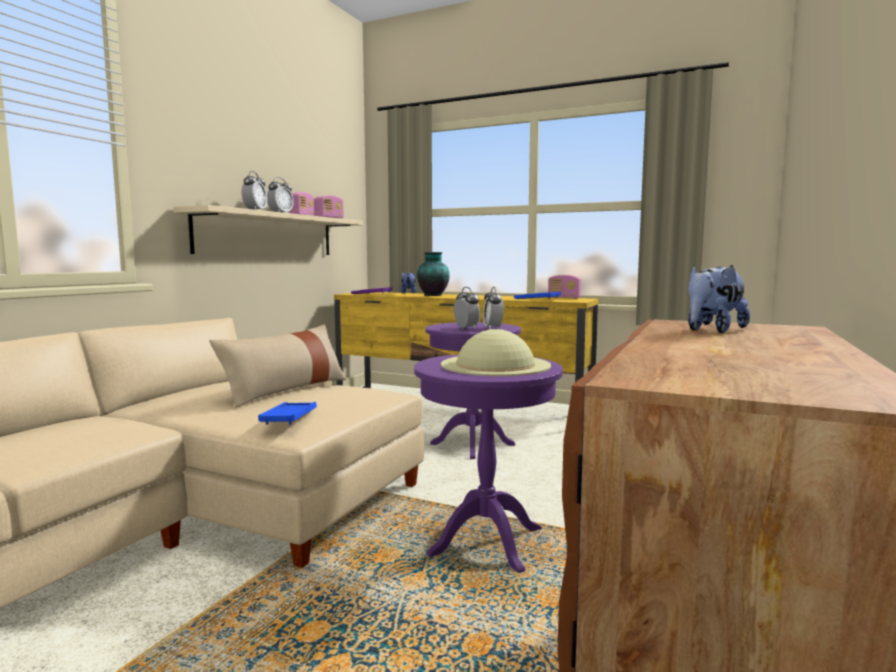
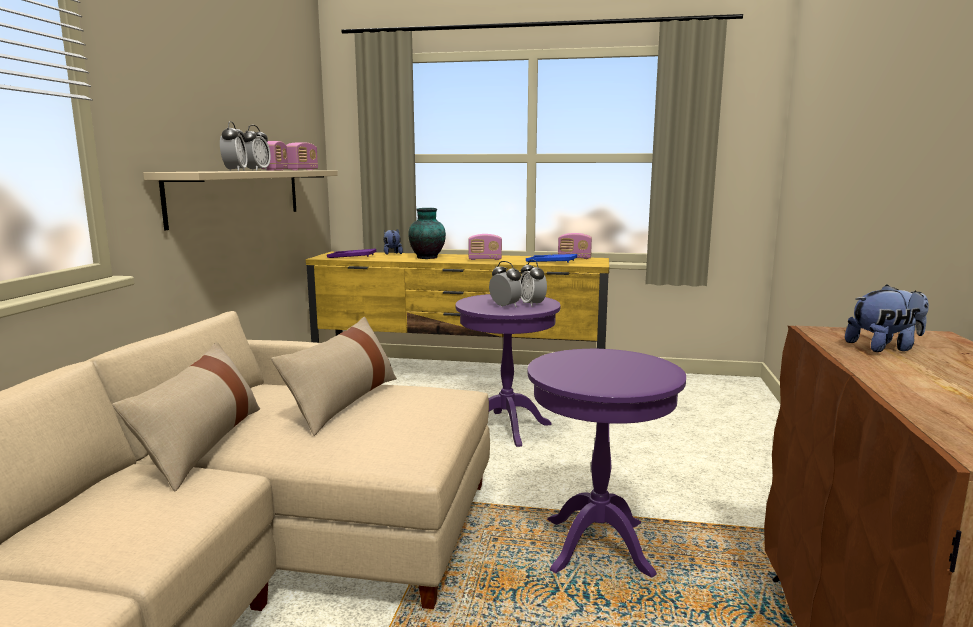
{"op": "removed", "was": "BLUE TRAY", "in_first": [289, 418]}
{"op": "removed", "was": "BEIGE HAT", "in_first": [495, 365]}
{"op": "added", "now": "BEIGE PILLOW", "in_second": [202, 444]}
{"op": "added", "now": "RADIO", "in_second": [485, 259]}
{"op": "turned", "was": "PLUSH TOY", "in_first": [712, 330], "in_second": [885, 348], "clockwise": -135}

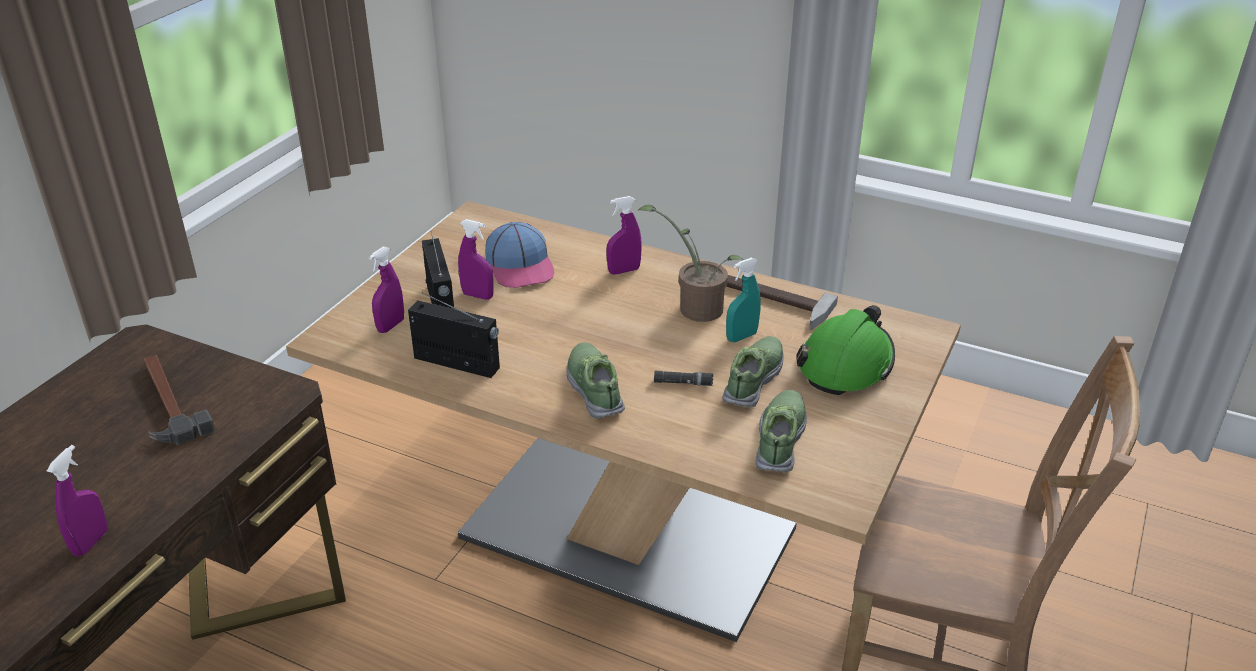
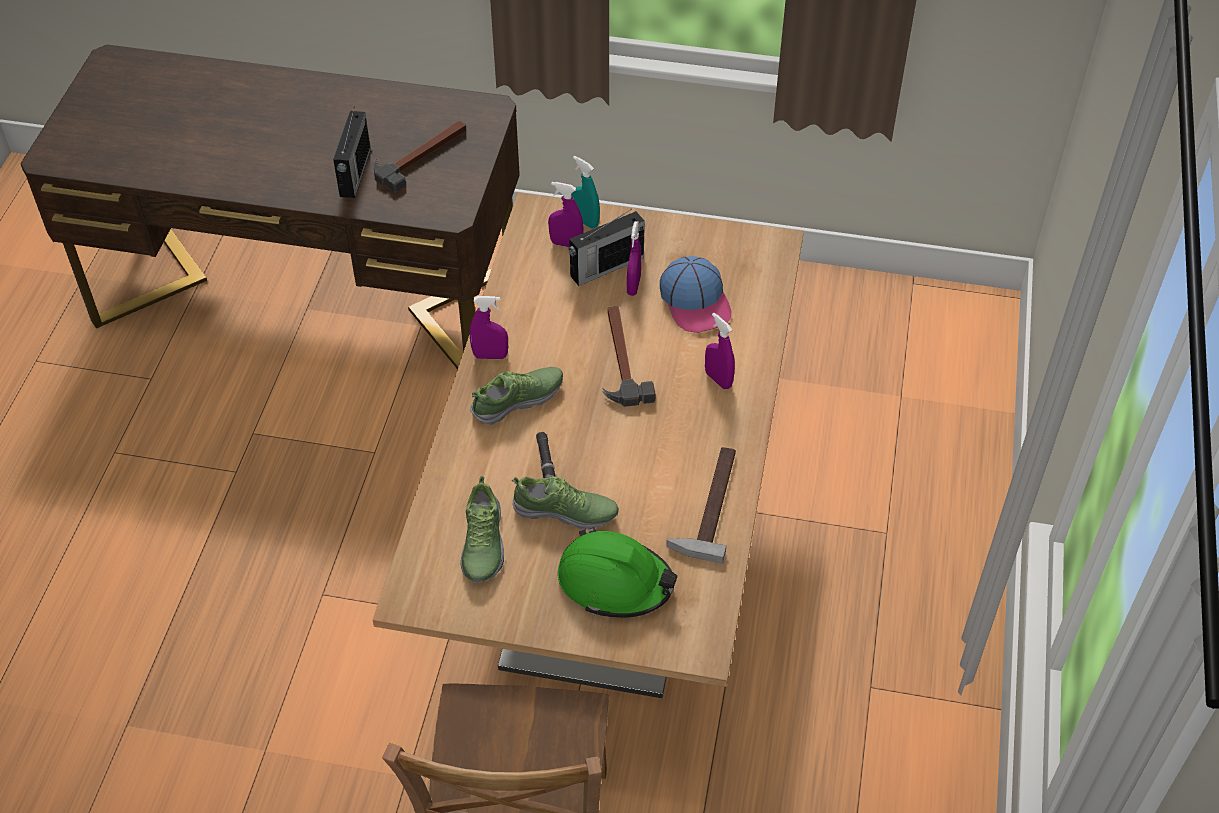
{"op": "removed", "was": "POTTED PLANT", "in_first": [695, 307]}
{"op": "added", "now": "HAMMER", "in_second": [621, 359]}
{"op": "moved", "was": "PURPLE SPRAY BOTTLE", "in_first": [91, 542], "in_second": [490, 356]}
{"op": "moved", "was": "RADIO", "in_first": [458, 363], "in_second": [354, 173]}
{"op": "moved", "was": "TURQUOISE SPRAY BOTTLE", "in_first": [741, 337], "in_second": [585, 221]}
{"op": "turned", "was": "CAP", "in_first": [520, 266], "in_second": [696, 301], "clockwise": -75}
{"op": "turned", "was": "SHOE", "in_first": [780, 440], "in_second": [482, 544], "clockwise": 90}

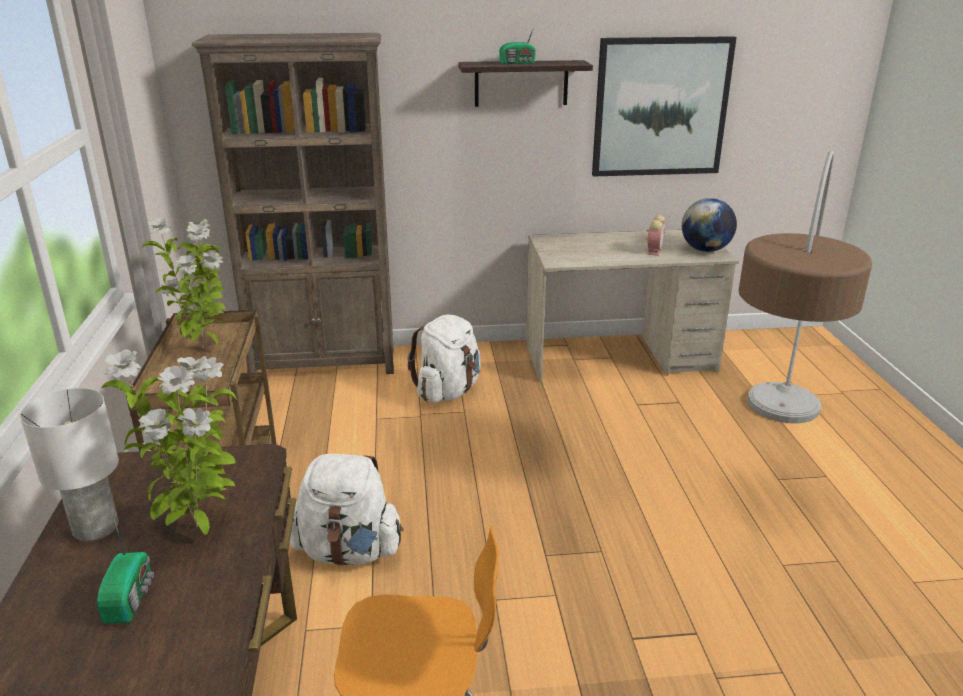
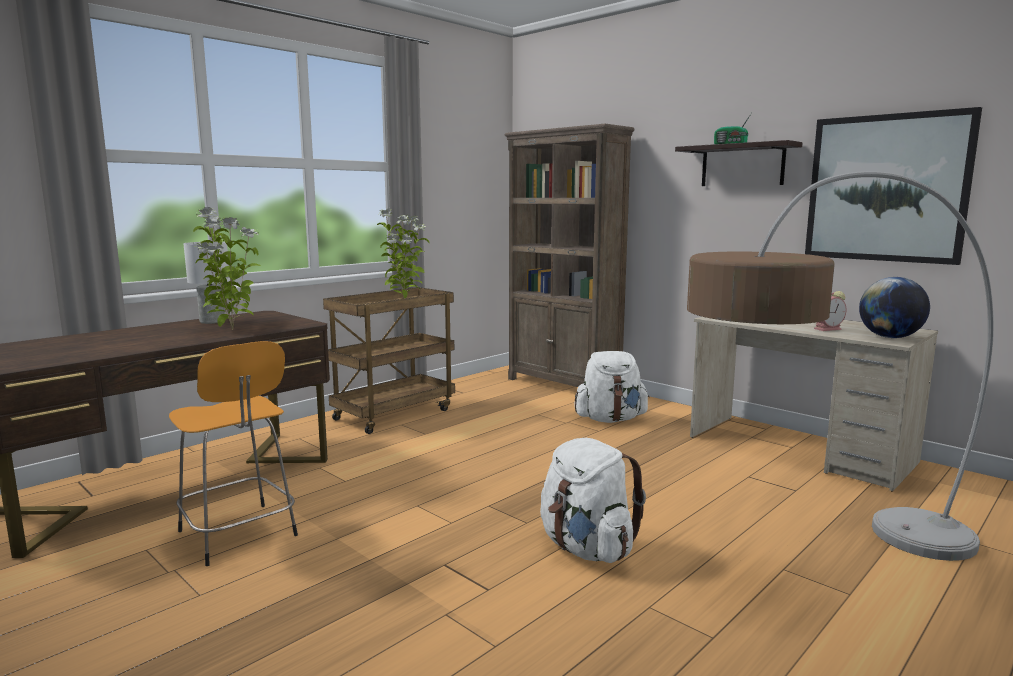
{"op": "removed", "was": "RADIO", "in_first": [131, 596]}
{"op": "moved", "was": "WHITE BACKPACK", "in_first": [348, 551], "in_second": [587, 548]}

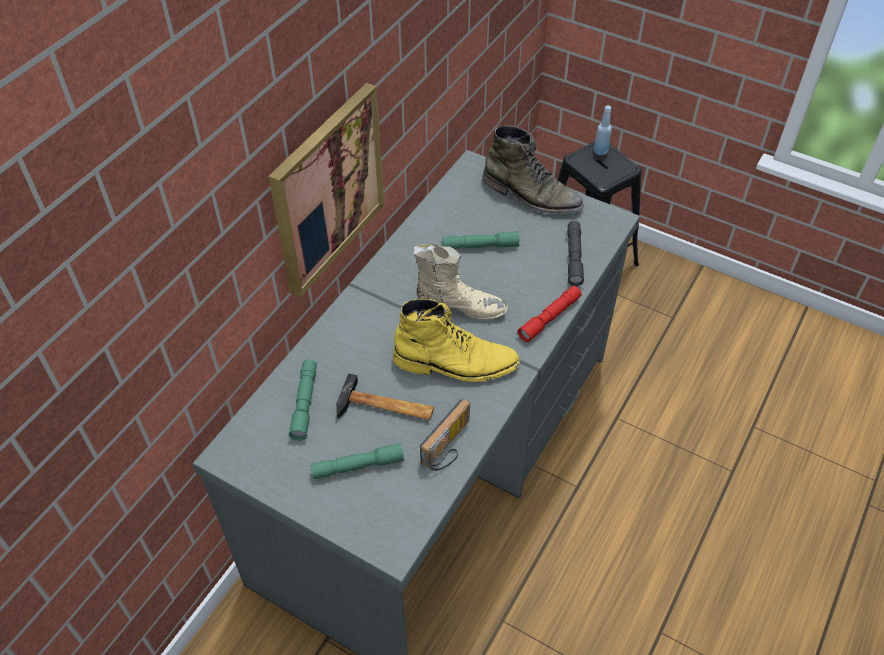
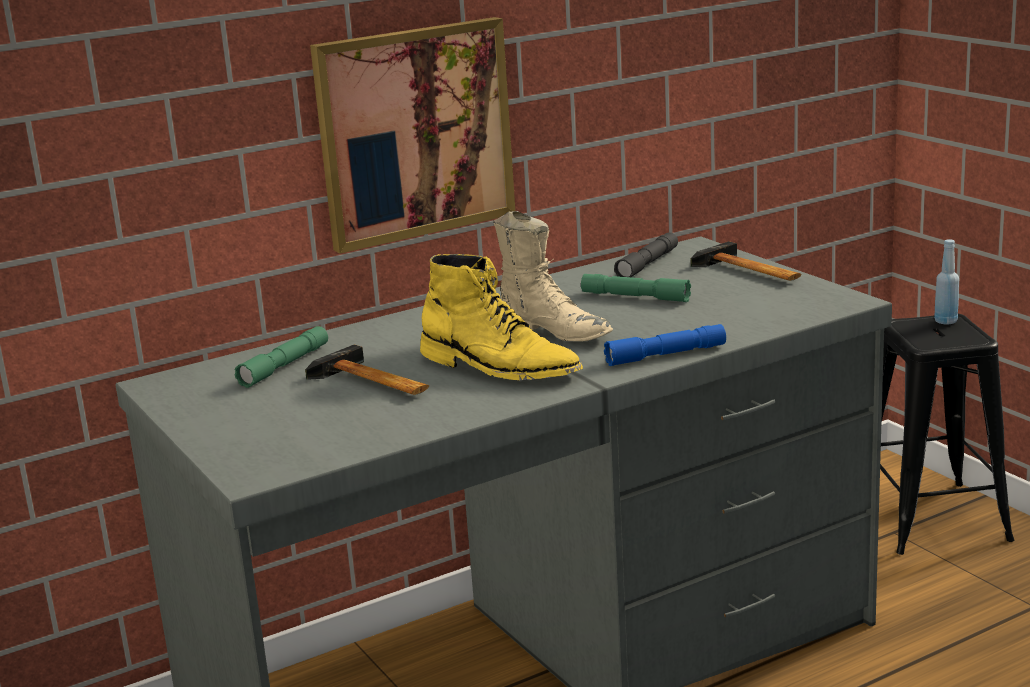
{"op": "removed", "was": "GREEN FLASHLIGHT", "in_first": [358, 466]}
{"op": "removed", "was": "RADIO", "in_first": [449, 446]}
{"op": "moved", "was": "GREY FLASHLIGHT", "in_first": [574, 257], "in_second": [647, 264]}
{"op": "replaced", "was": "GREEN BOOT", "now": "HAMMER", "in_first": [531, 195], "in_second": [749, 272]}
{"op": "recoloured", "was": "RED FLASHLIGHT", "now": "BLUE FLASHLIGHT", "in_first": [549, 318], "in_second": [666, 355]}

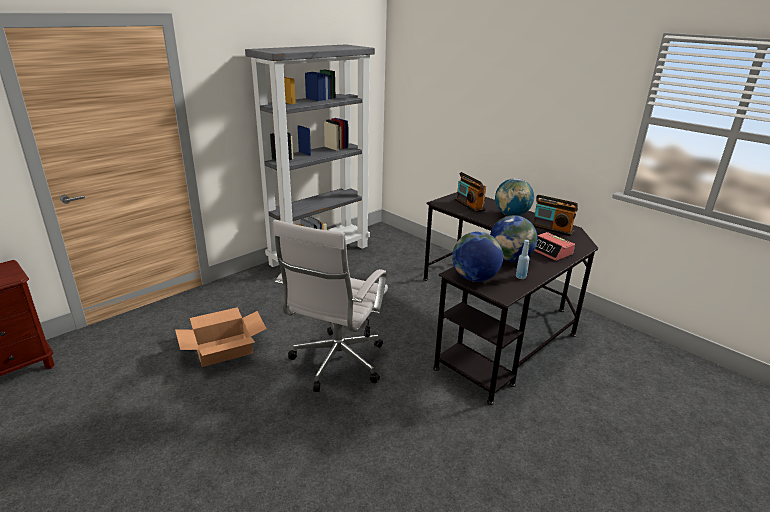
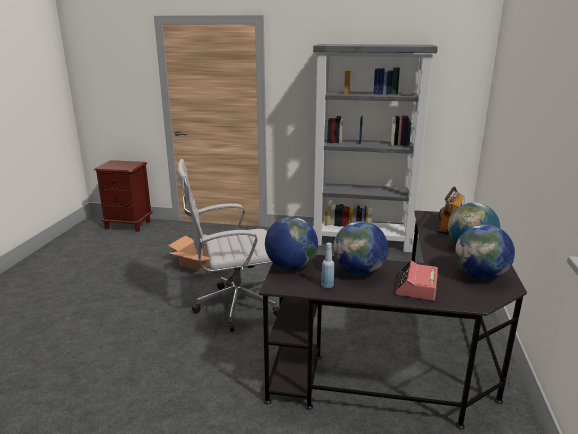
{"op": "replaced", "was": "RADIO", "now": "GLOBE", "in_first": [551, 229], "in_second": [480, 276]}

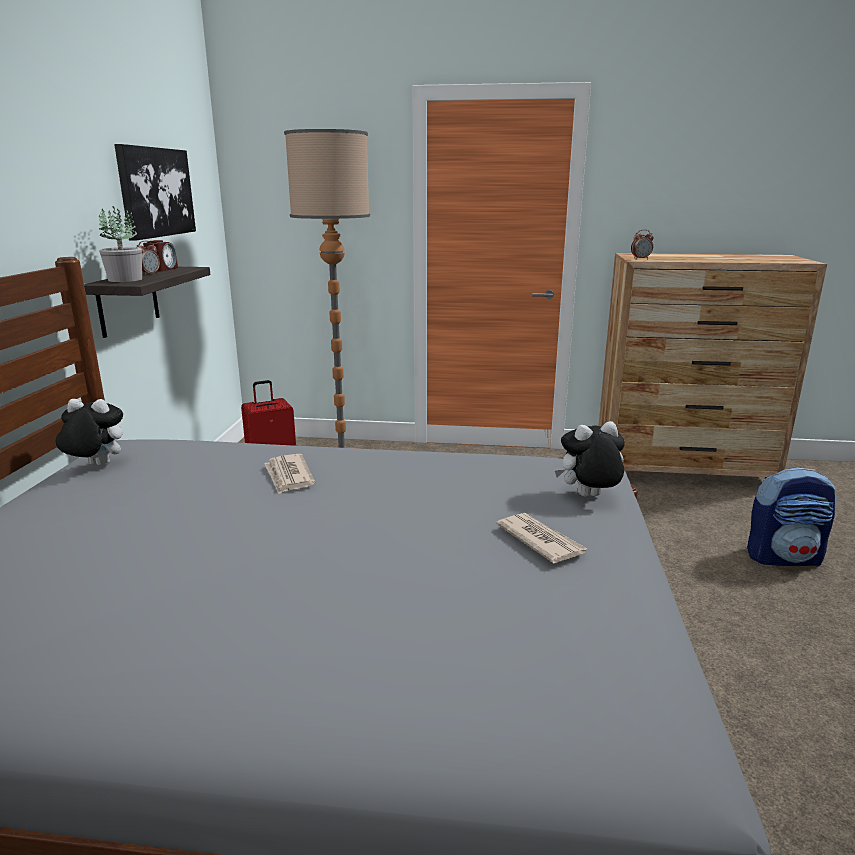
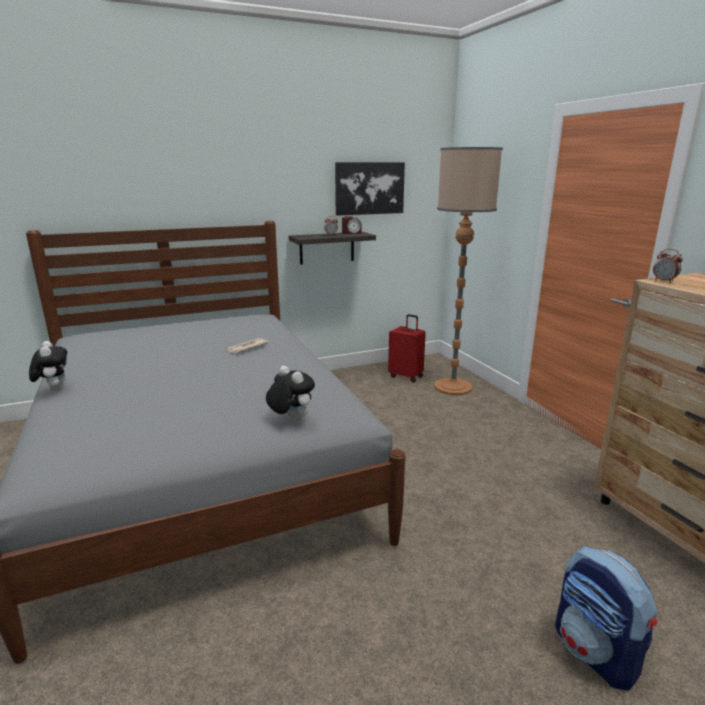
{"op": "removed", "was": "POTTED PLANT", "in_first": [124, 279]}
{"op": "removed", "was": "NEWSPAPER", "in_first": [540, 540]}
{"op": "moved", "was": "PLUSH TOY", "in_first": [96, 466], "in_second": [54, 389]}

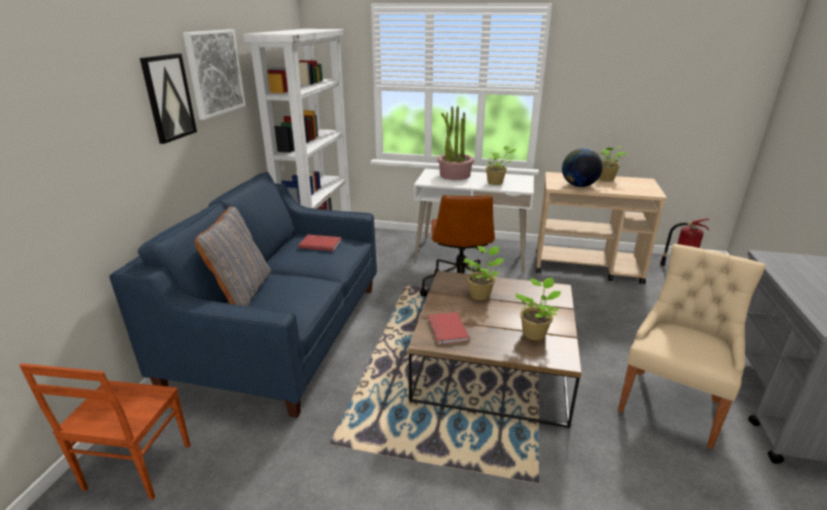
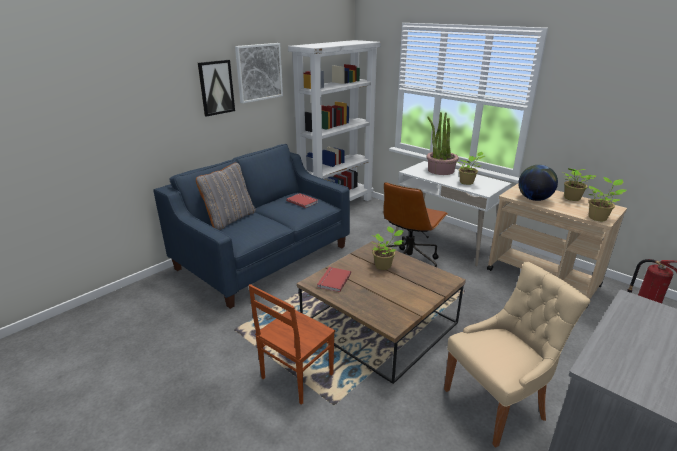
{"op": "moved", "was": "BROWN CHAIR", "in_first": [136, 468], "in_second": [295, 376]}
{"op": "moved", "was": "POTTED PLANT", "in_first": [534, 333], "in_second": [598, 217]}

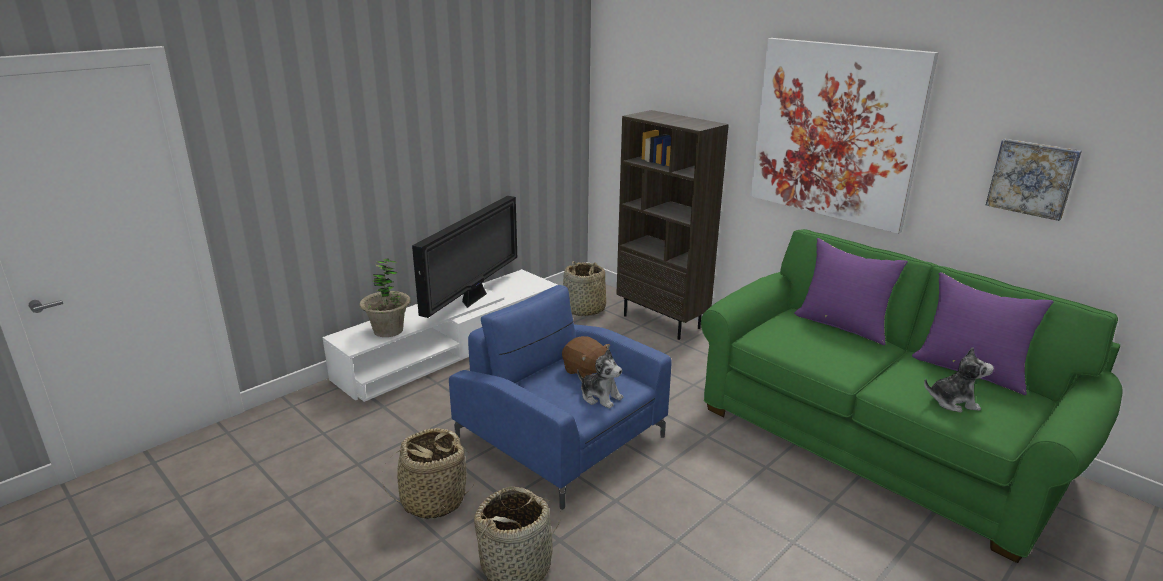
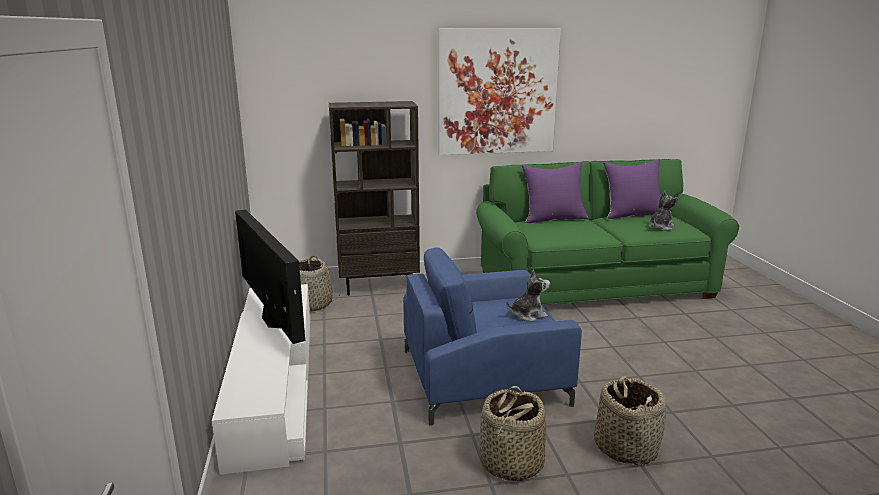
{"op": "removed", "was": "POTTED PLANT", "in_first": [388, 330]}
{"op": "removed", "was": "BROWN PLUSH TOY", "in_first": [585, 372]}
{"op": "removed", "was": "PICTURE", "in_first": [1032, 178]}

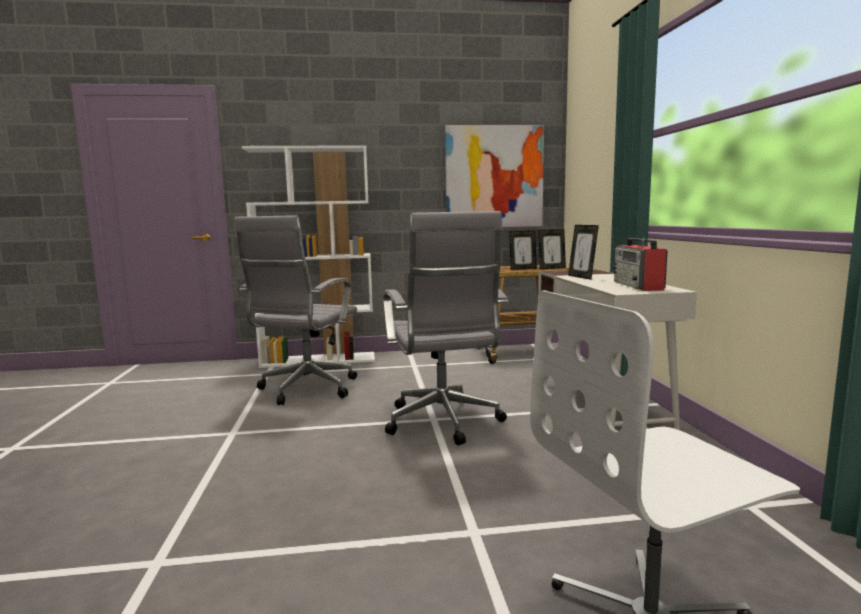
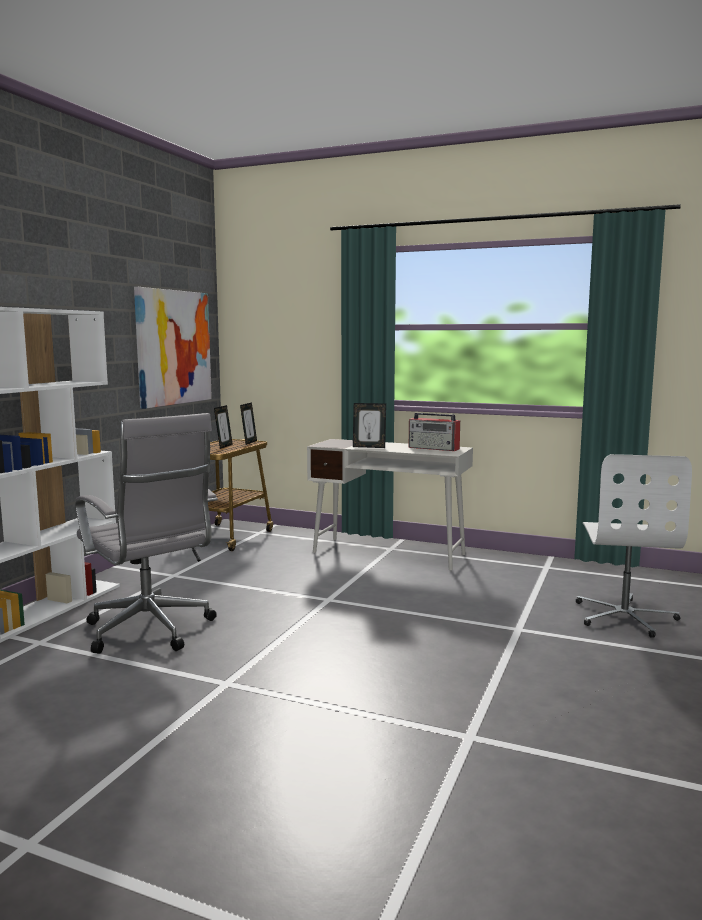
{"op": "removed", "was": "GREY OFFICE CHAIR", "in_first": [444, 423]}

